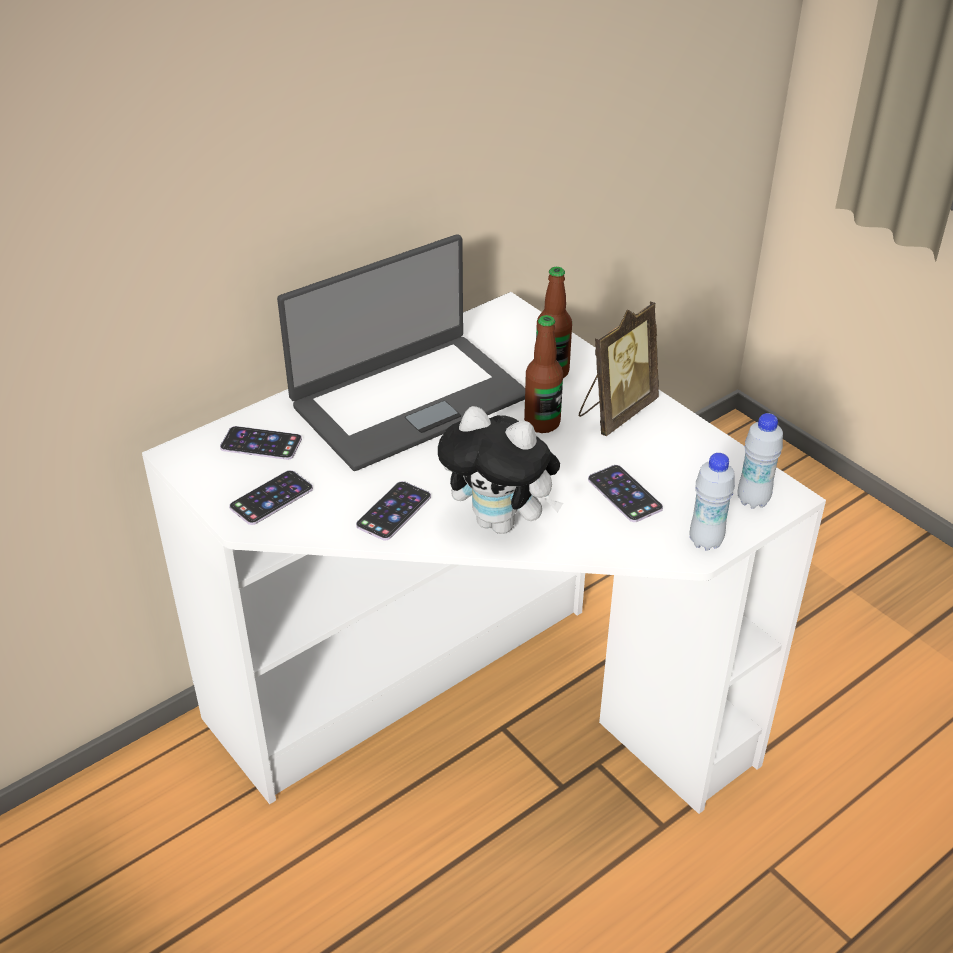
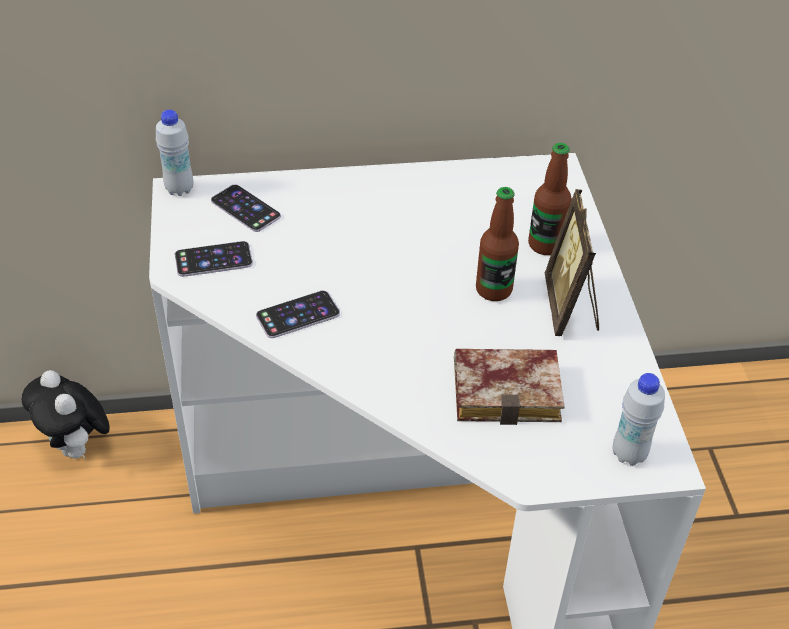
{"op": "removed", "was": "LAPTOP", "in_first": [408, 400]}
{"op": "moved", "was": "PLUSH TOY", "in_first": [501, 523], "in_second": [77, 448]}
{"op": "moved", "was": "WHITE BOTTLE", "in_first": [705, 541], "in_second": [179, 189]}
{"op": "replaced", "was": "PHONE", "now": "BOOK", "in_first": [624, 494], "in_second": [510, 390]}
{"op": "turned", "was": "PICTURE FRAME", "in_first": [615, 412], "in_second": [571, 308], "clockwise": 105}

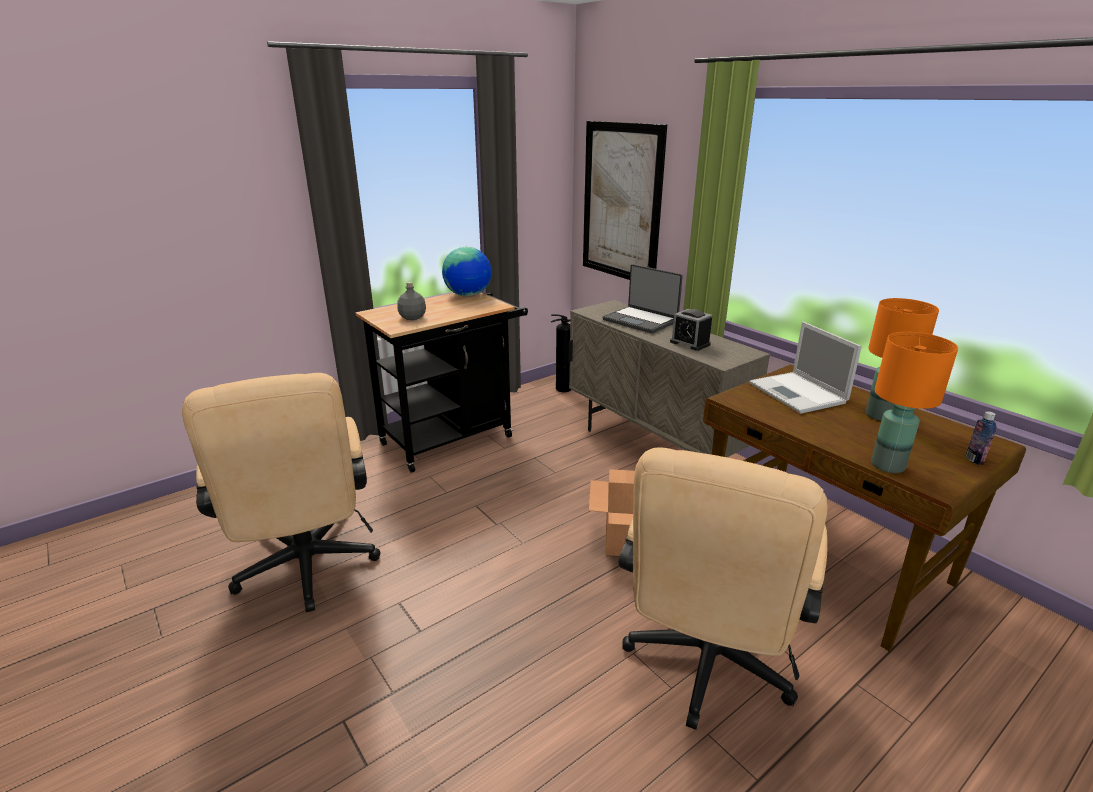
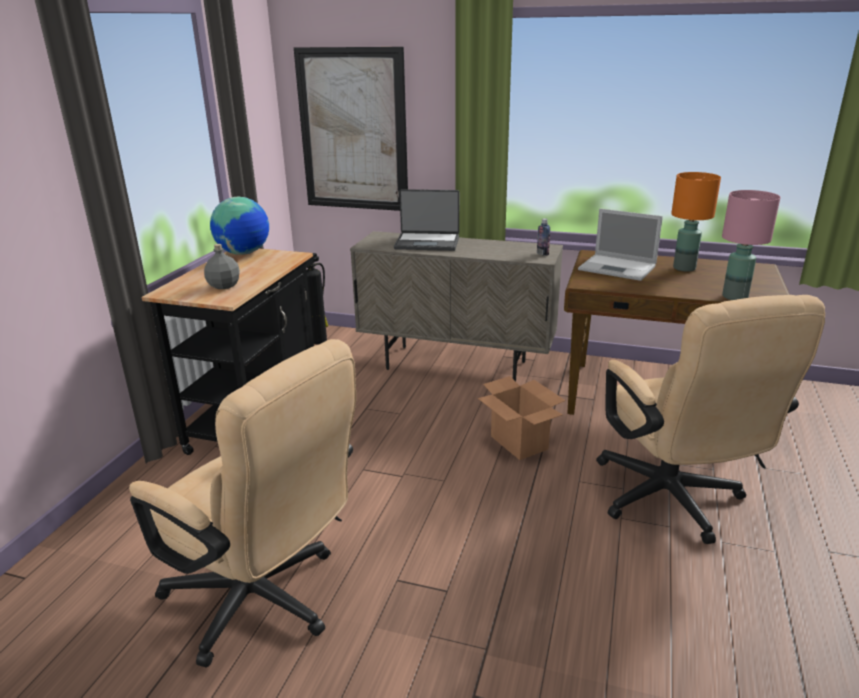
{"op": "removed", "was": "ALARM CLOCK", "in_first": [690, 343]}
{"op": "moved", "was": "BOTTLE", "in_first": [974, 459], "in_second": [542, 254]}
{"op": "recoloured", "was": "ORANGE TABLE LAMP", "now": "PINK TABLE LAMP", "in_first": [888, 466], "in_second": [735, 297]}

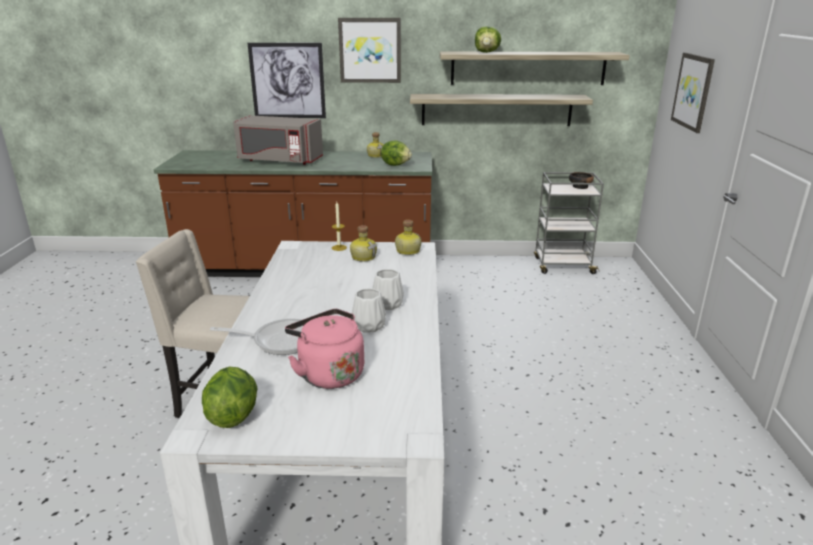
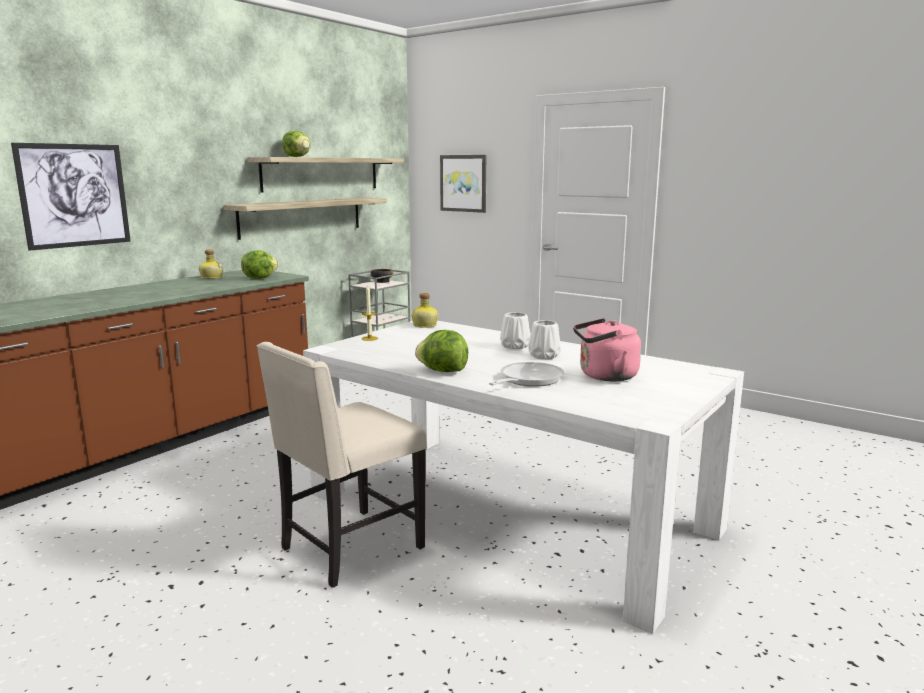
{"op": "removed", "was": "GREY MICROWAVE", "in_first": [279, 160]}
{"op": "removed", "was": "PICTURE", "in_first": [370, 50]}
{"op": "removed", "was": "BOTTLE", "in_first": [363, 257]}
{"op": "moved", "was": "LETTUCE", "in_first": [233, 415], "in_second": [442, 371]}

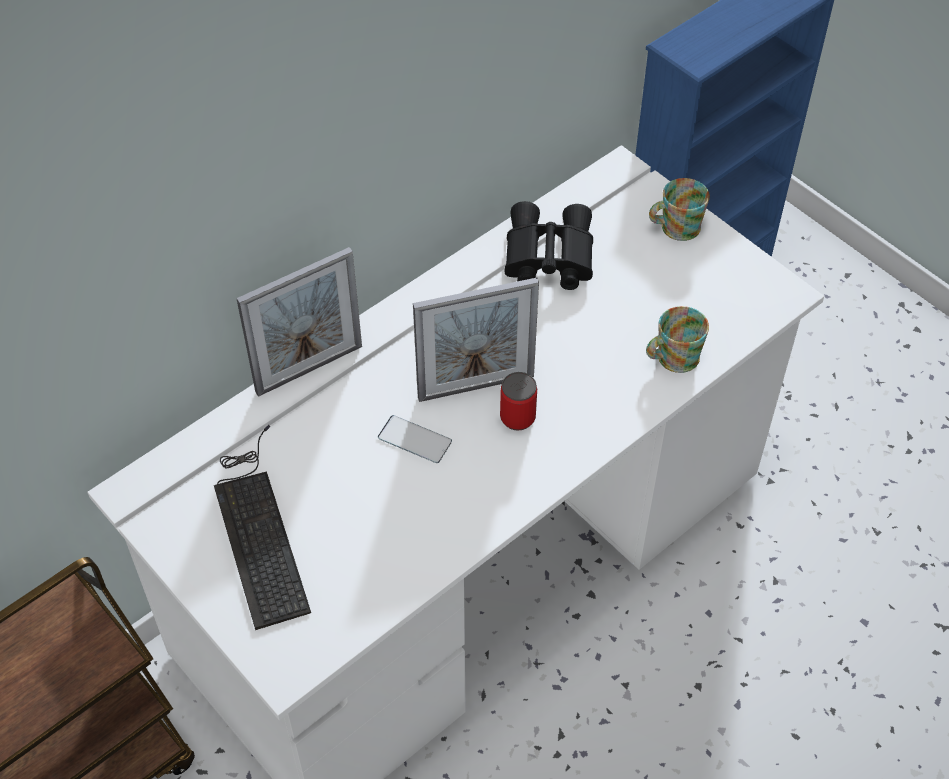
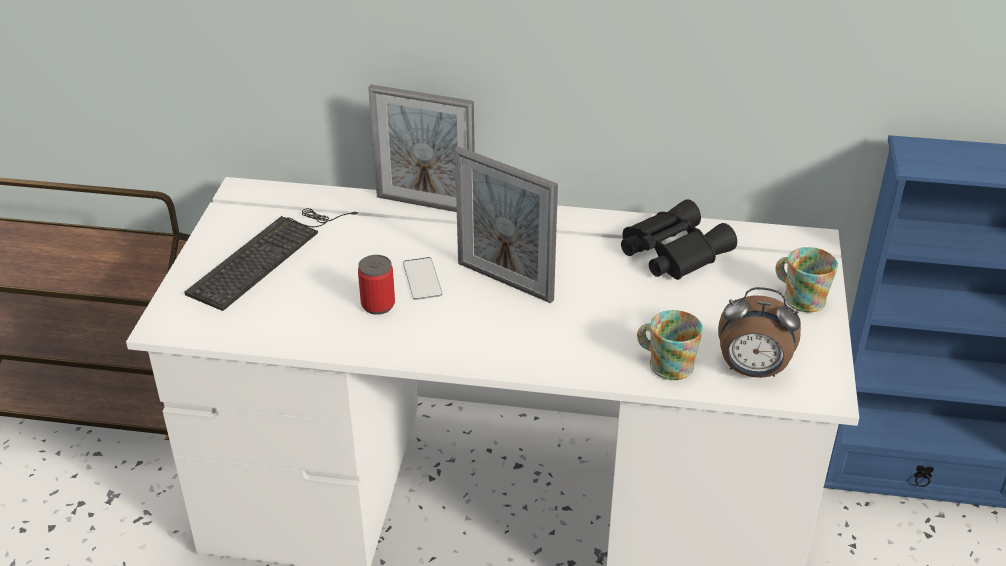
{"op": "added", "now": "ALARM CLOCK", "in_second": [752, 371]}
{"op": "moved", "was": "CAN", "in_first": [517, 417], "in_second": [378, 305]}

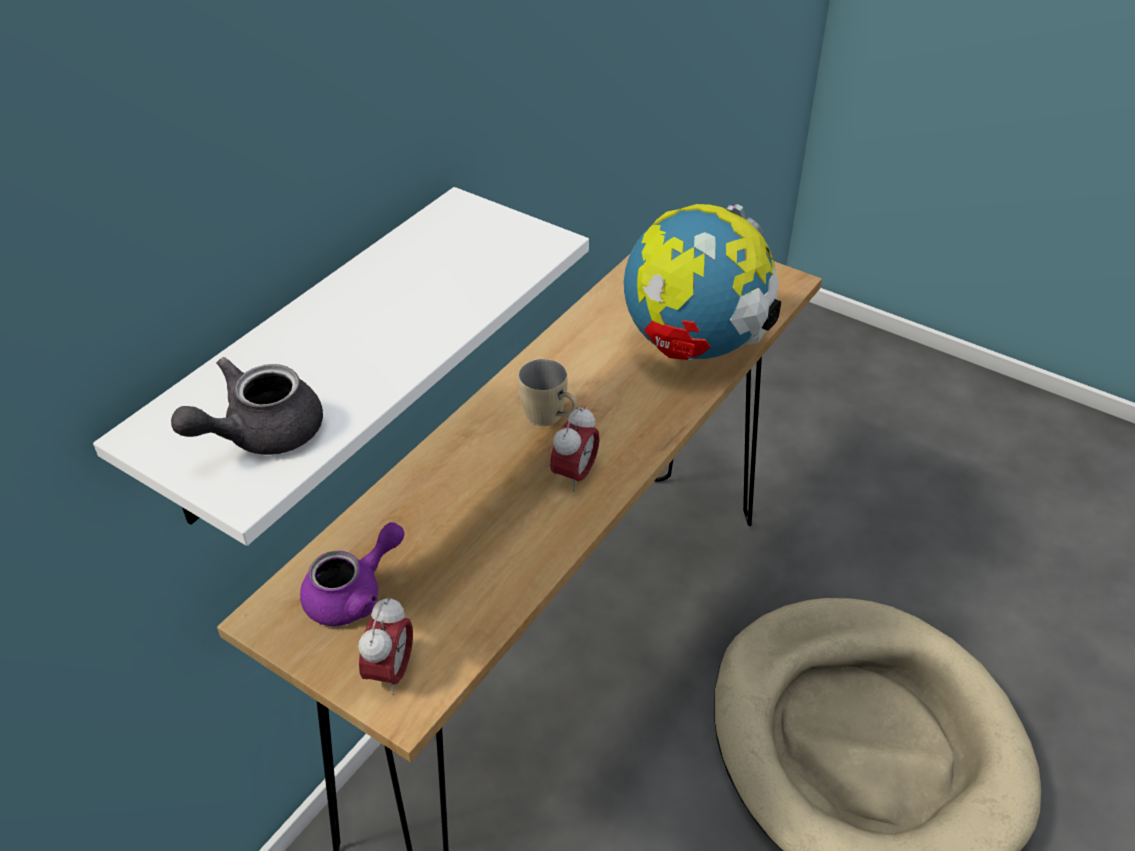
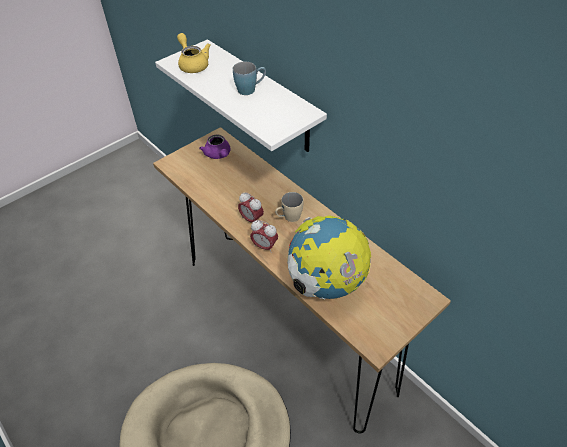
{"op": "added", "now": "BLUE MUG", "in_second": [250, 89]}
{"op": "moved", "was": "ALARM CLOCK", "in_first": [390, 672], "in_second": [264, 246]}
{"op": "recoloured", "was": "GREY TEAPOT", "now": "YELLOW TEAPOT", "in_first": [260, 433], "in_second": [193, 64]}

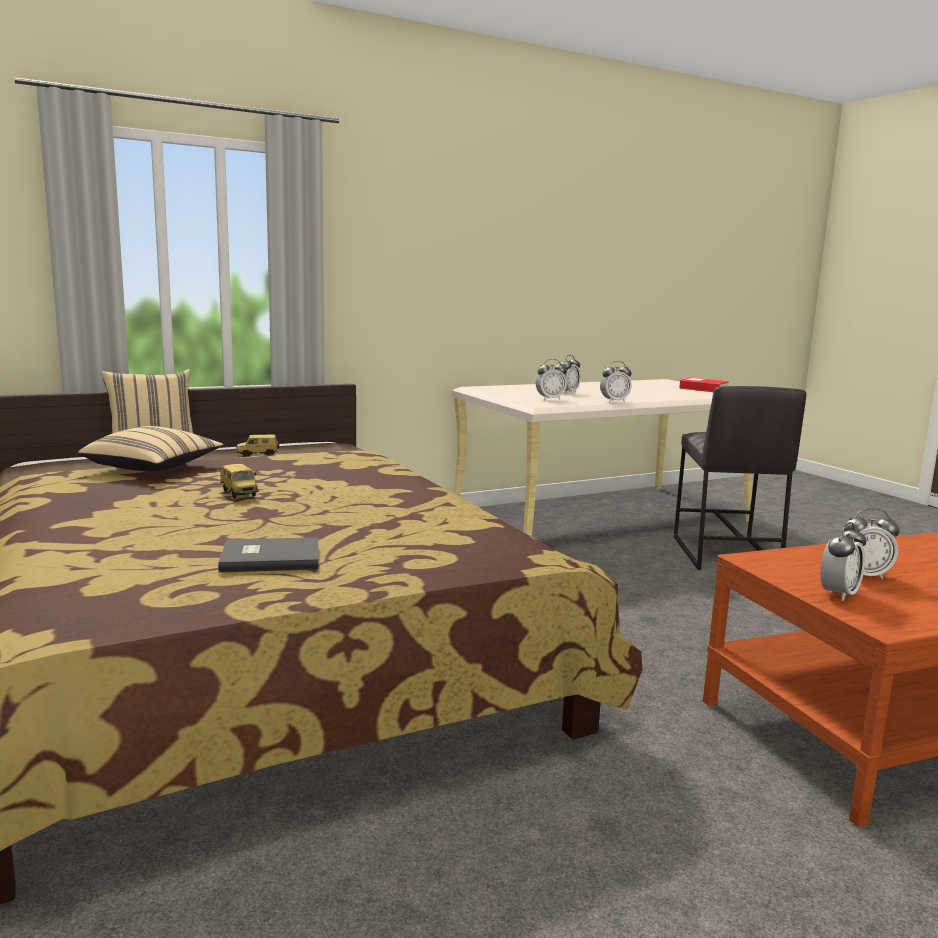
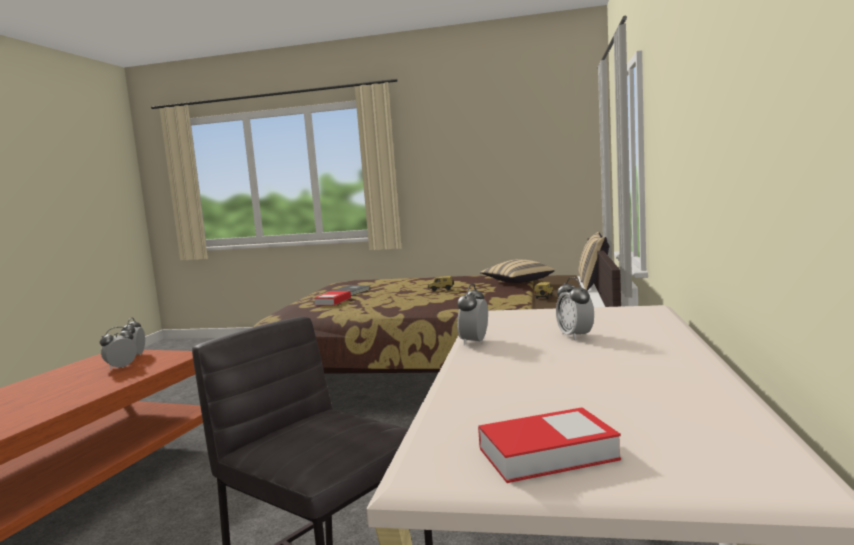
{"op": "removed", "was": "ALARM CLOCK", "in_first": [550, 399]}
{"op": "added", "now": "BOOK", "in_second": [333, 302]}

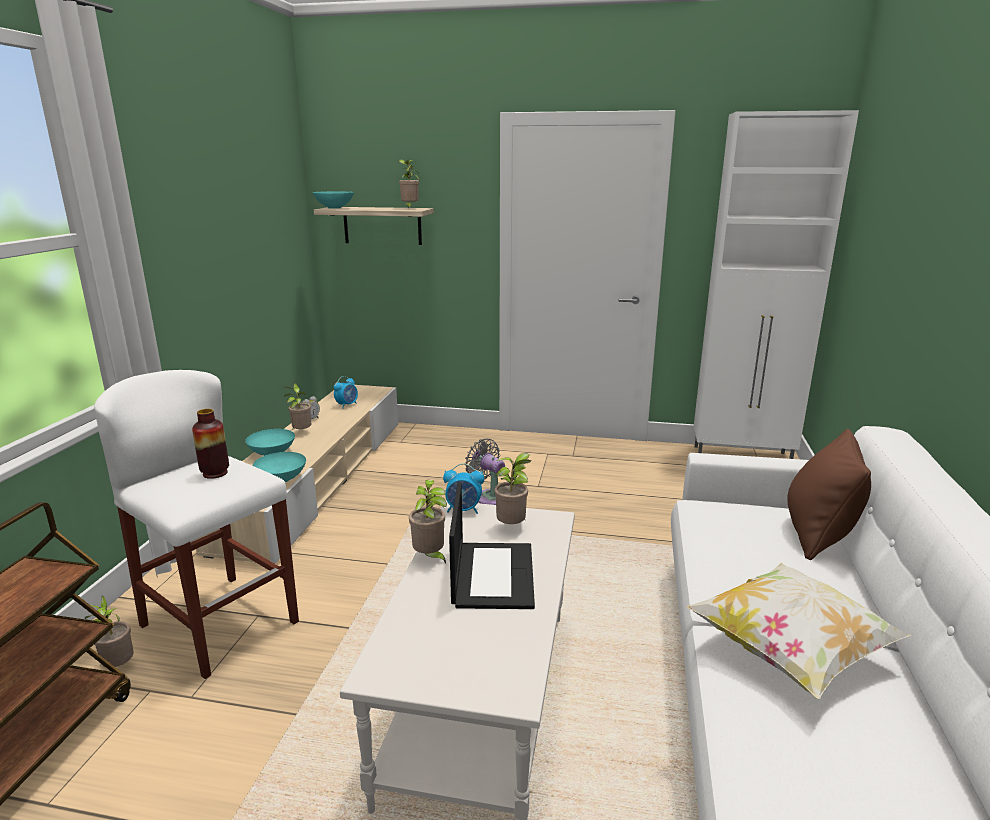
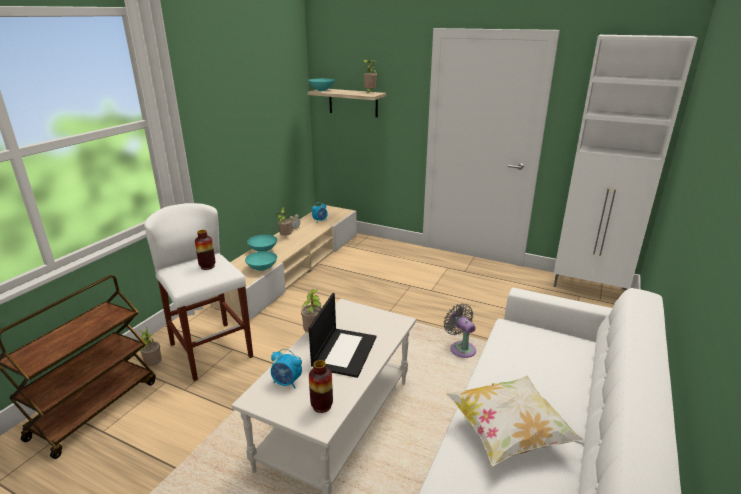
{"op": "removed", "was": "POTTED PLANT", "in_first": [512, 527]}
{"op": "removed", "was": "BROWN PILLOW", "in_first": [818, 535]}
{"op": "added", "now": "VASE", "in_second": [322, 406]}
{"op": "moved", "was": "ALARM CLOCK", "in_first": [463, 510], "in_second": [287, 382]}
{"op": "moved", "was": "GREY FAN", "in_first": [489, 496], "in_second": [461, 348]}

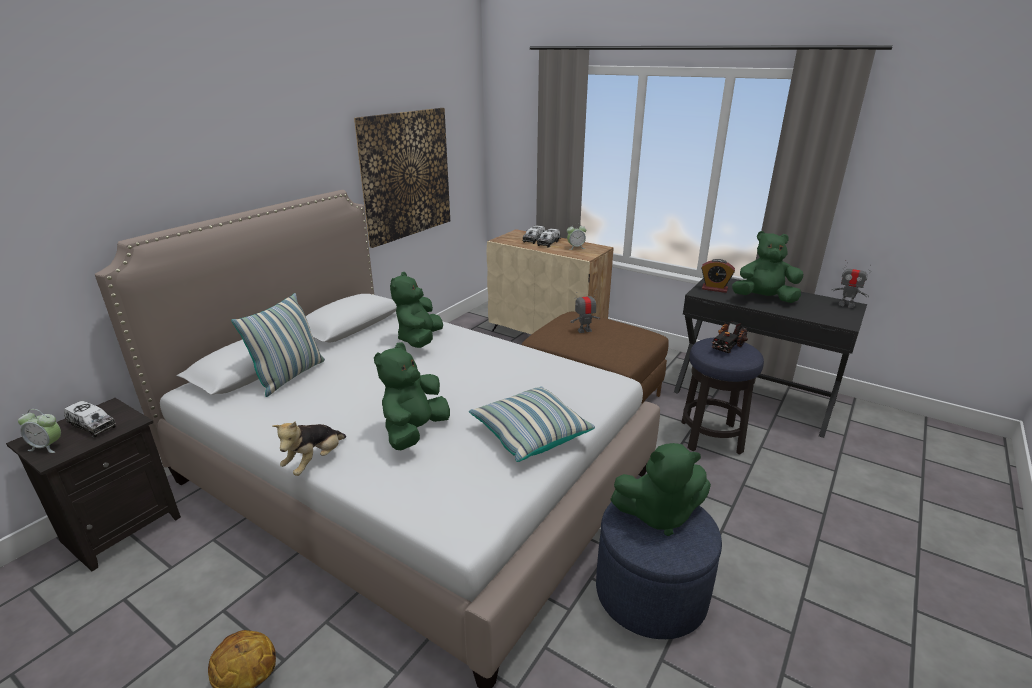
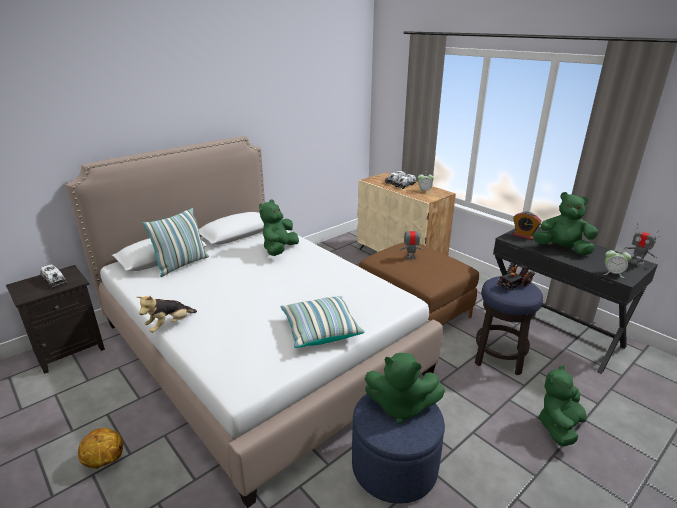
{"op": "removed", "was": "PICTURE", "in_first": [406, 175]}
{"op": "moved", "was": "ALARM CLOCK", "in_first": [47, 446], "in_second": [613, 273]}
{"op": "moved", "was": "GREEN PLUSH TOY", "in_first": [414, 432], "in_second": [559, 427]}

